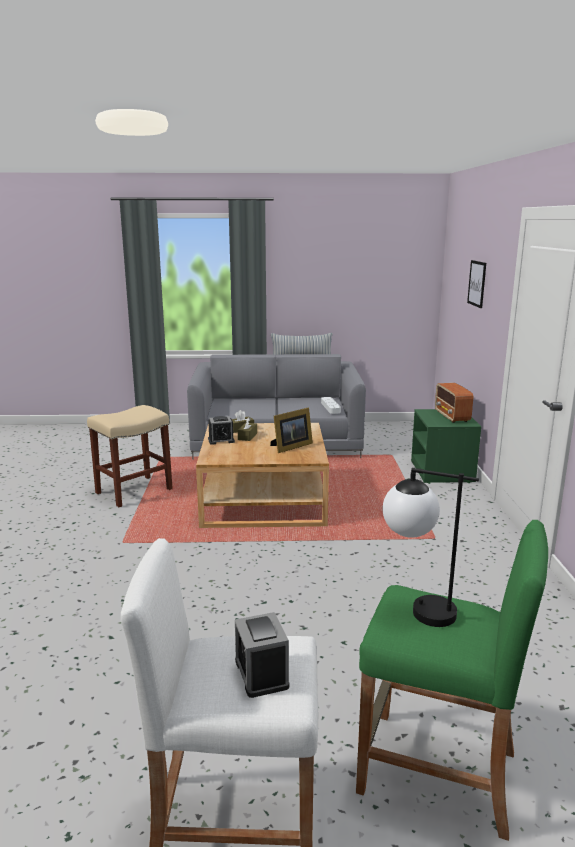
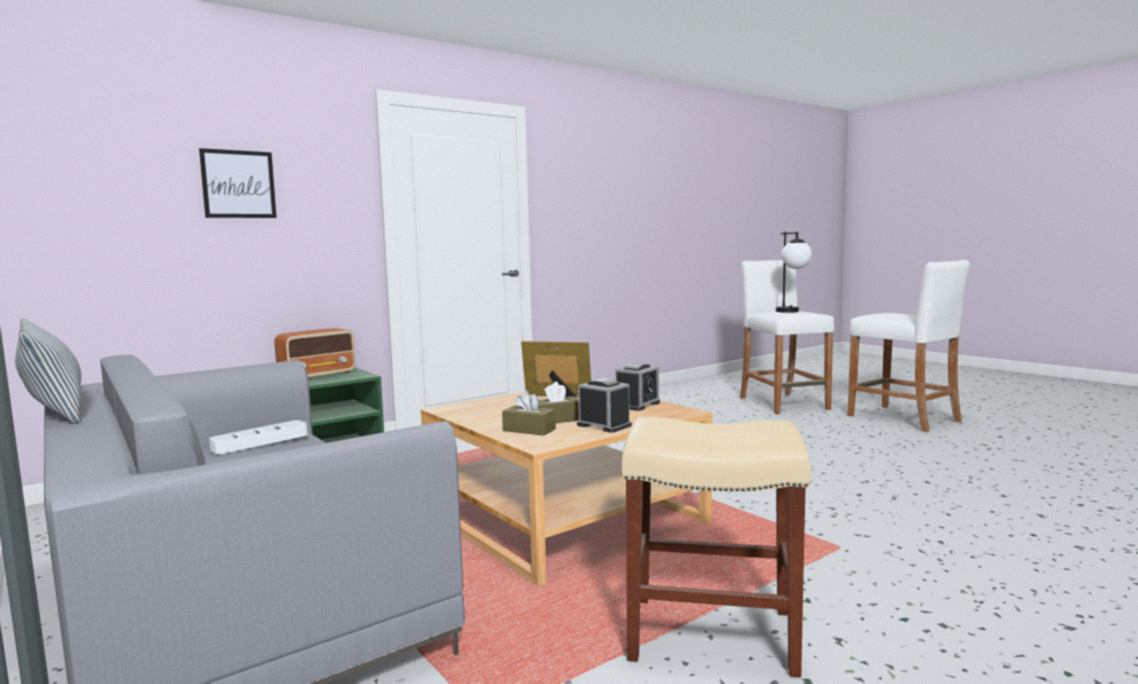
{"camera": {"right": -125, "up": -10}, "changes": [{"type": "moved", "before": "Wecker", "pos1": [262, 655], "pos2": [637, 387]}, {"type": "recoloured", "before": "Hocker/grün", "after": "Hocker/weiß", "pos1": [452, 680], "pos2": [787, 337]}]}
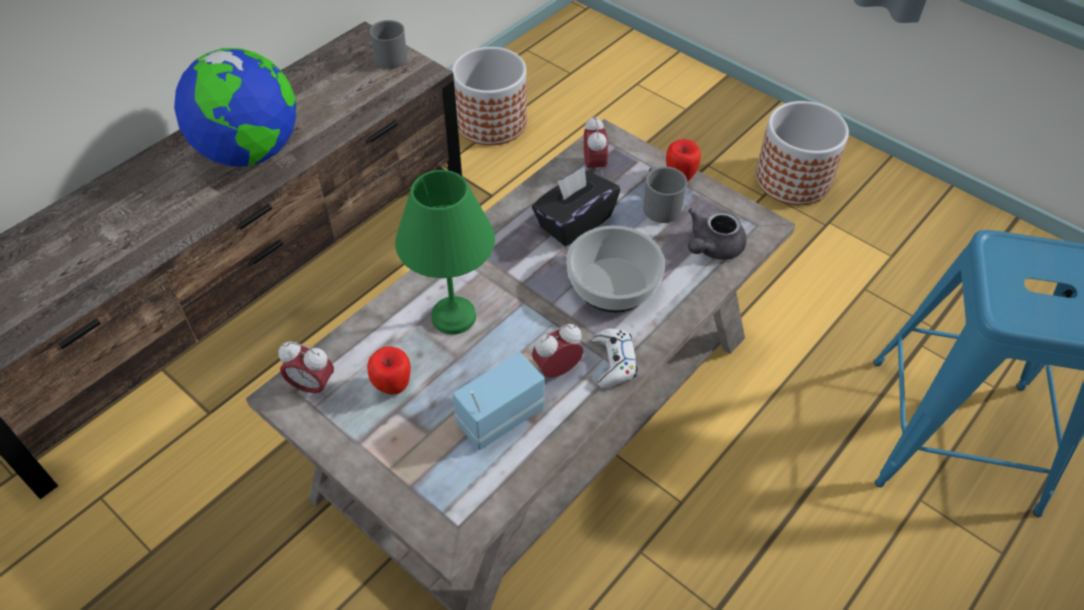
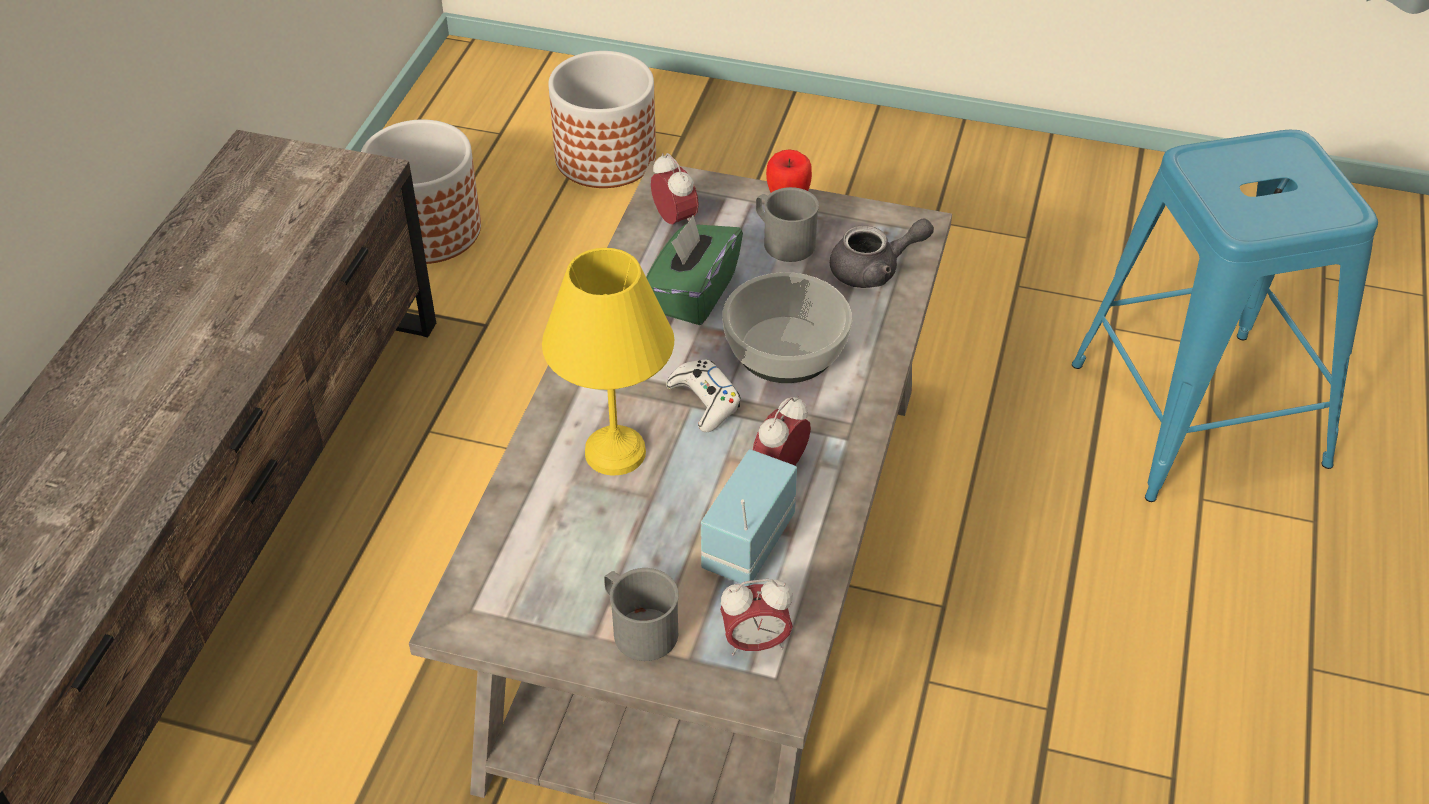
{"camera": {"right": -25, "up": -5}, "changes": [{"type": "removed", "before": "Globus", "pos1": [235, 107]}, {"type": "moved", "before": "Wecker", "pos1": [306, 369], "pos2": [756, 617]}, {"type": "removed", "before": "Apfel", "pos1": [389, 370]}, {"type": "moved", "before": "Henkelbecher/grau", "pos1": [388, 44], "pos2": [641, 614]}, {"type": "recoloured", "before": "Tischlampe/grün", "after": "Tischlampe/gelb", "pos1": [445, 252], "pos2": [608, 362]}, {"type": "recoloured", "before": "Taschentuchbox/schwarz", "after": "Taschentuchbox/grün", "pos1": [576, 206], "pos2": [694, 270]}, {"type": "moved", "before": "Gamepad/weiß", "pos1": [614, 358], "pos2": [703, 396]}, {"type": "turned", "before": "Teekanne/grau", "pos1": [717, 234], "pos2": [882, 253], "turn": -120}, {"type": "moved", "before": "Pflanzkübel", "pos1": [802, 153], "pos2": [602, 119]}]}
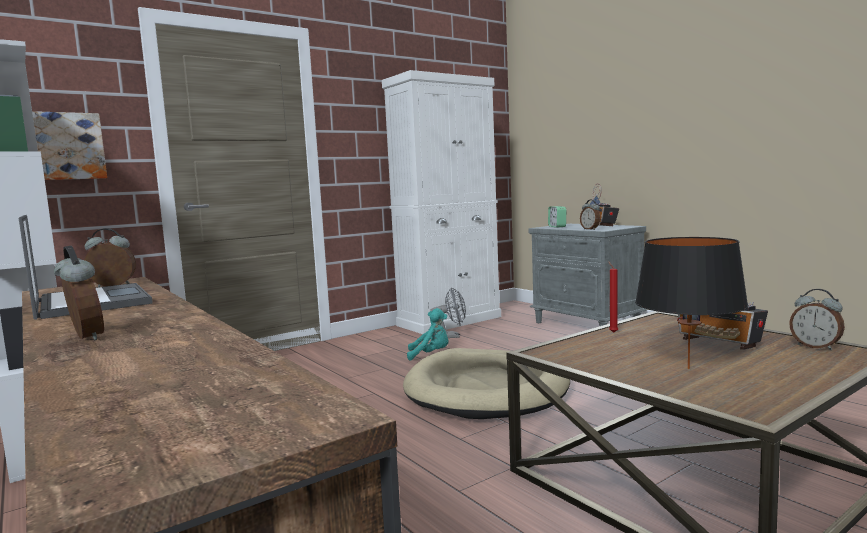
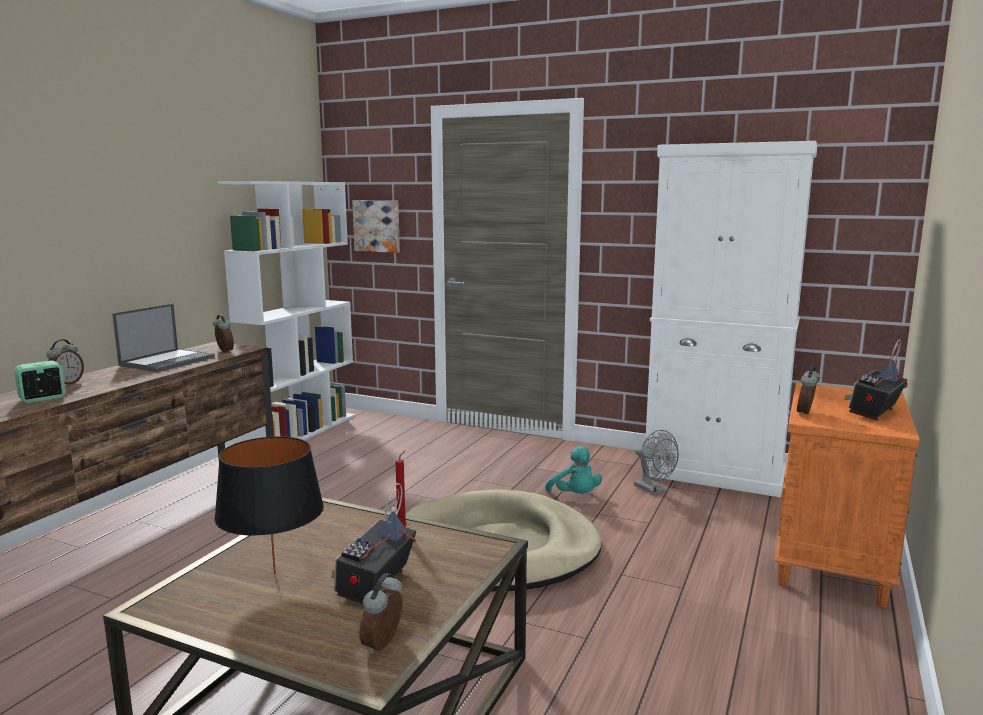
{"camera": {"right": 60, "up": 5}, "changes": [{"type": "recoloured", "before": "Nachttisch/grau", "after": "Nachttisch/orange", "pos1": [587, 275], "pos2": [846, 495]}, {"type": "moved", "before": "Wecker", "pos1": [557, 217], "pos2": [40, 382]}]}
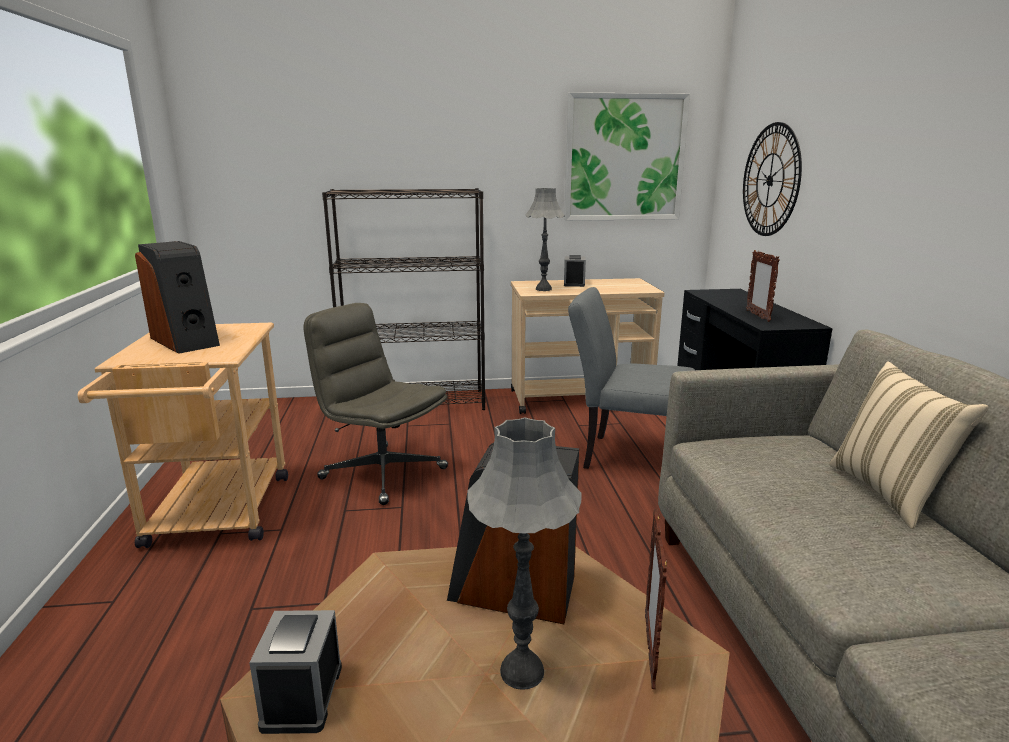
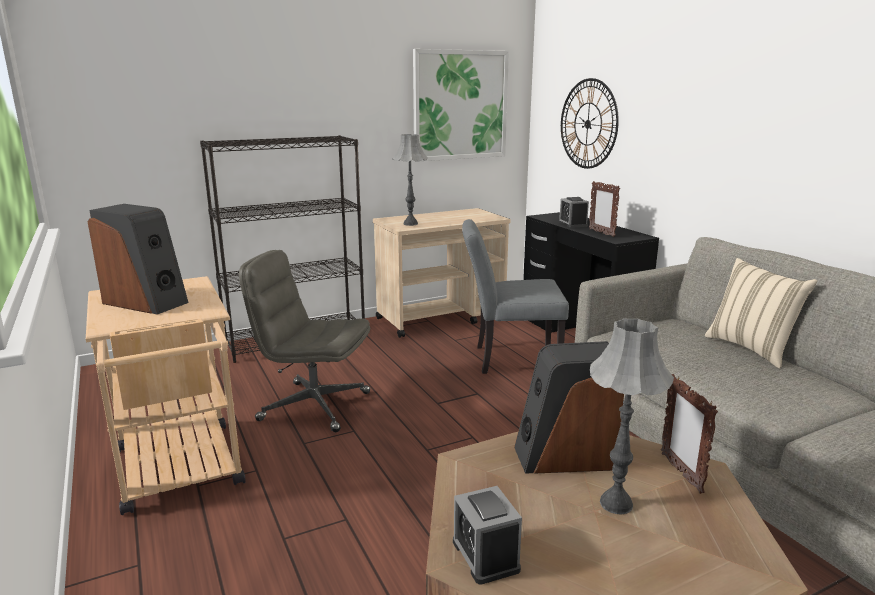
{"camera": {"right": -20, "up": 0}, "changes": [{"type": "moved", "before": "Wecker", "pos1": [575, 271], "pos2": [574, 212]}]}
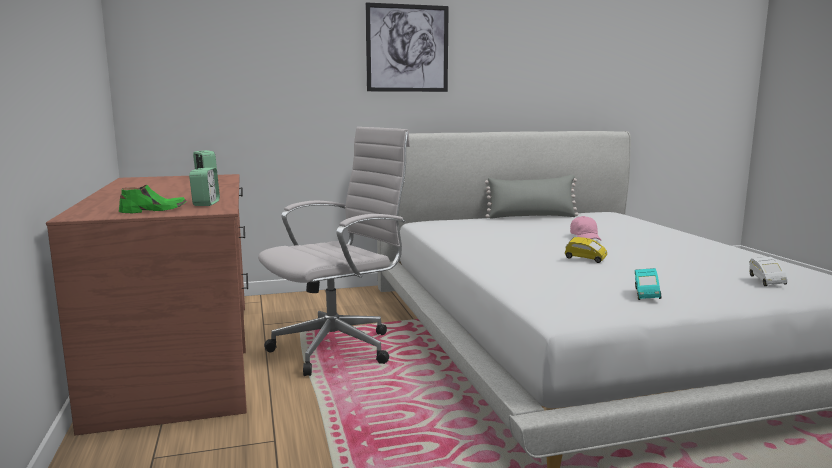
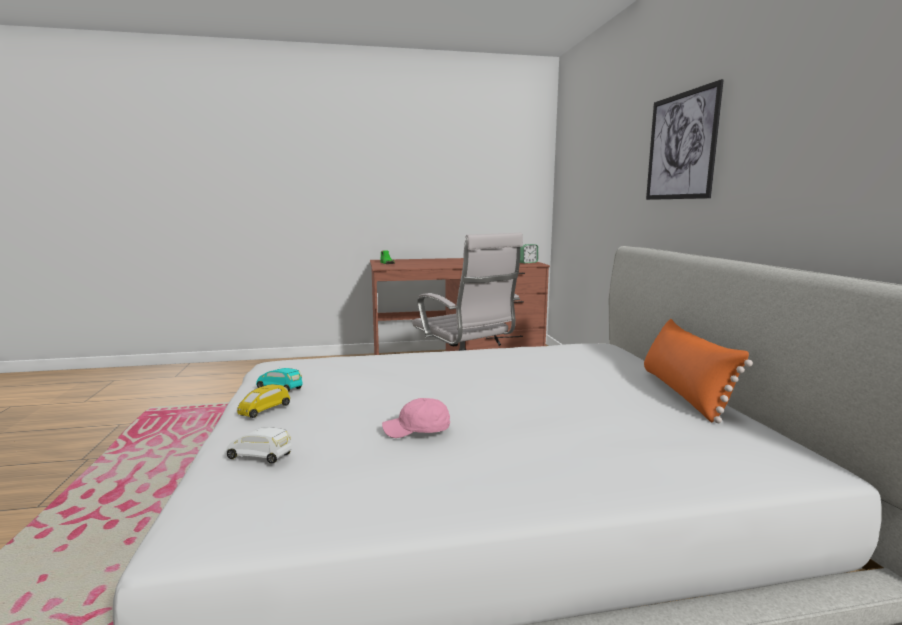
{"camera": {"right": 95, "up": 0}, "changes": [{"type": "removed", "before": "Wecker", "pos1": [204, 187]}, {"type": "recoloured", "before": "Kissen/grau", "after": "Kissen/orange", "pos1": [531, 197], "pos2": [698, 371]}, {"type": "moved", "before": "Spielzeugauto/gelb", "pos1": [586, 250], "pos2": [263, 401]}, {"type": "moved", "before": "Kappe/rosa", "pos1": [585, 228], "pos2": [416, 418]}]}
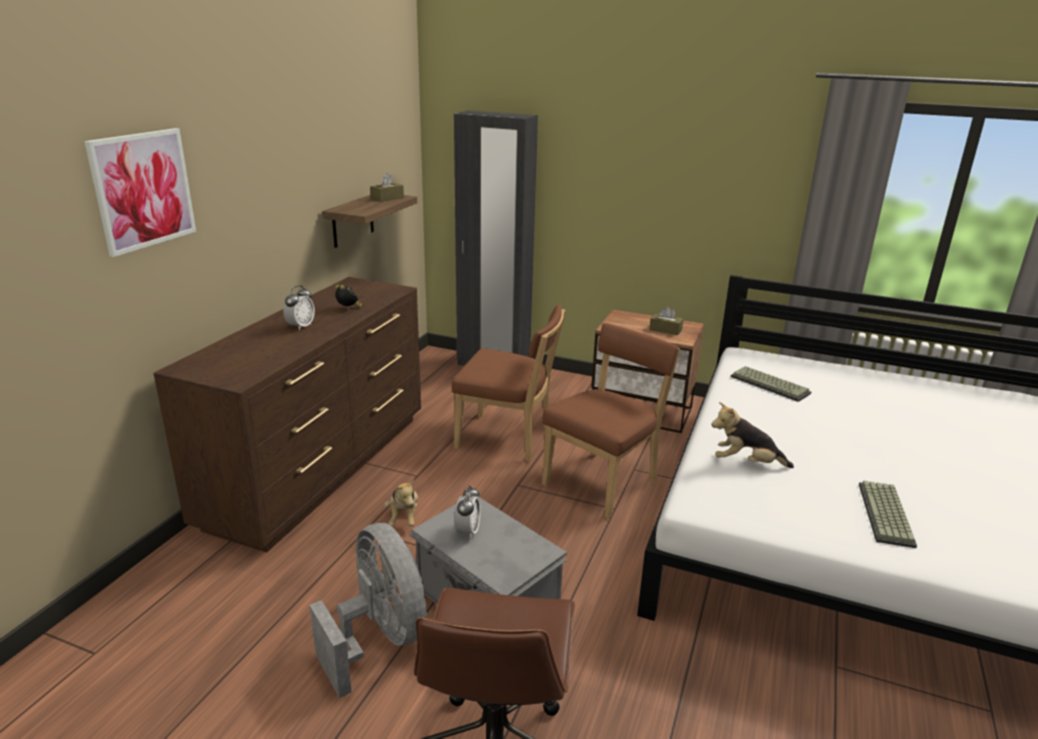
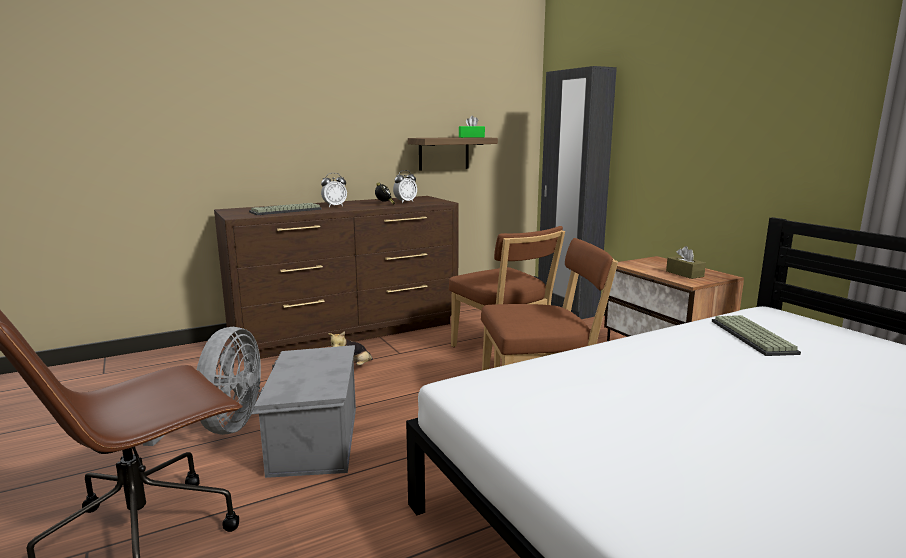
{"camera": {"right": 40, "up": -10}, "changes": [{"type": "removed", "before": "Bild", "pos1": [140, 192]}, {"type": "recoloured", "before": "Taschentuchbox/braun", "after": "Taschentuchbox/grün", "pos1": [387, 187], "pos2": [472, 127]}, {"type": "moved", "before": "Wecker", "pos1": [467, 512], "pos2": [405, 186]}, {"type": "removed", "before": "Plüschtier", "pos1": [753, 435]}, {"type": "moved", "before": "Tastatur", "pos1": [888, 514], "pos2": [285, 209]}]}
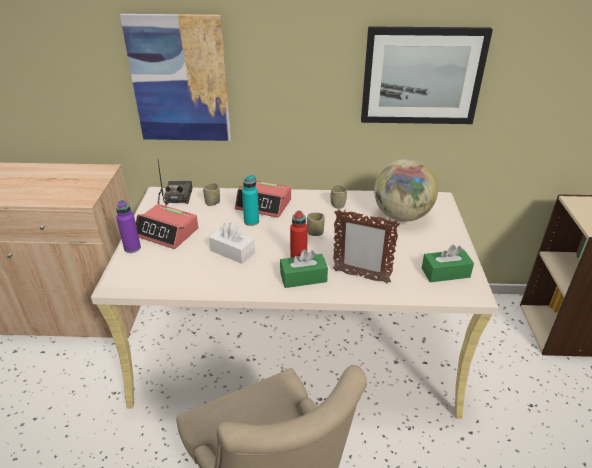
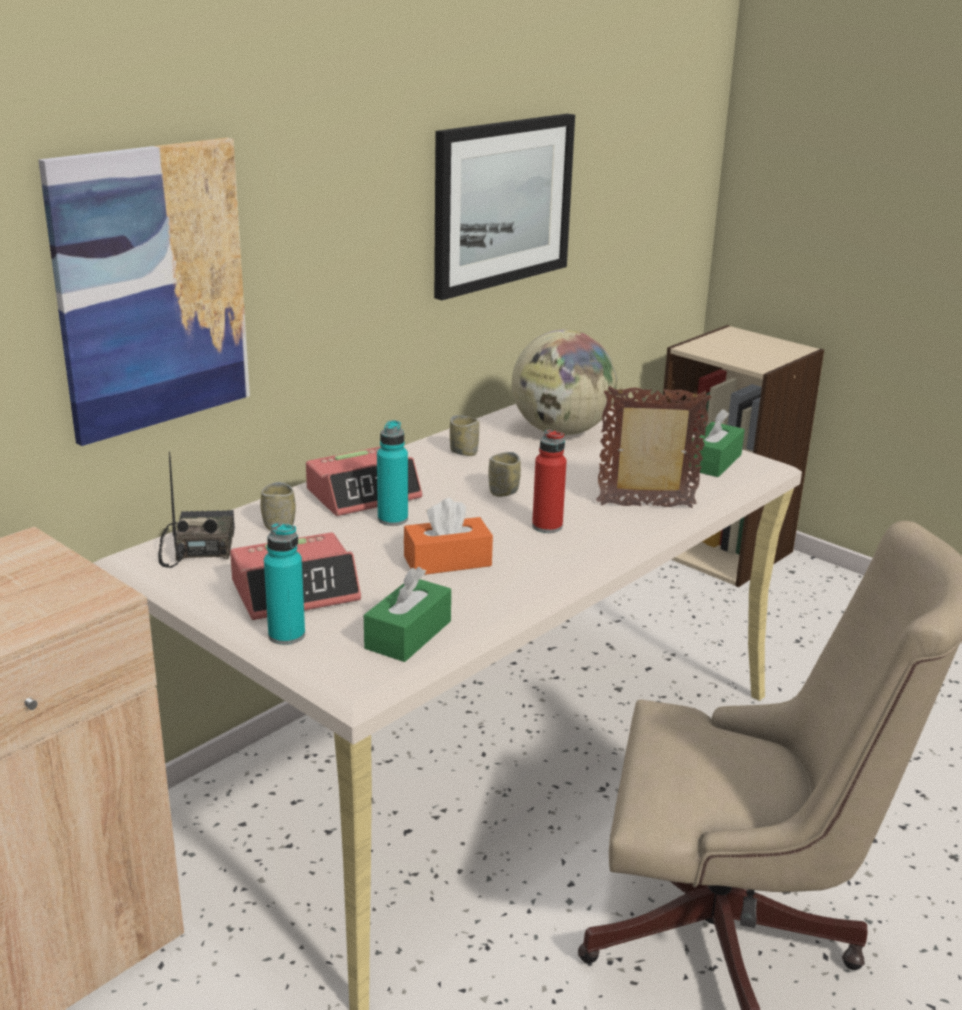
{"camera": {"right": -50, "up": -10}, "changes": [{"type": "recoloured", "before": "Flasche/lila", "after": "Flasche/türkis", "pos1": [128, 226], "pos2": [284, 584]}, {"type": "turned", "before": "Radio", "pos1": [175, 183], "pos2": [196, 509], "turn": 45}, {"type": "recoloured", "before": "Taschentuchbox/weiß", "after": "Taschentuchbox/orange", "pos1": [232, 243], "pos2": [448, 536]}, {"type": "moved", "before": "Taschentuchbox/grün", "pos1": [304, 268], "pos2": [407, 614]}, {"type": "turned", "before": "Bilderrahmen", "pos1": [366, 246], "pos2": [653, 447], "turn": -150}]}
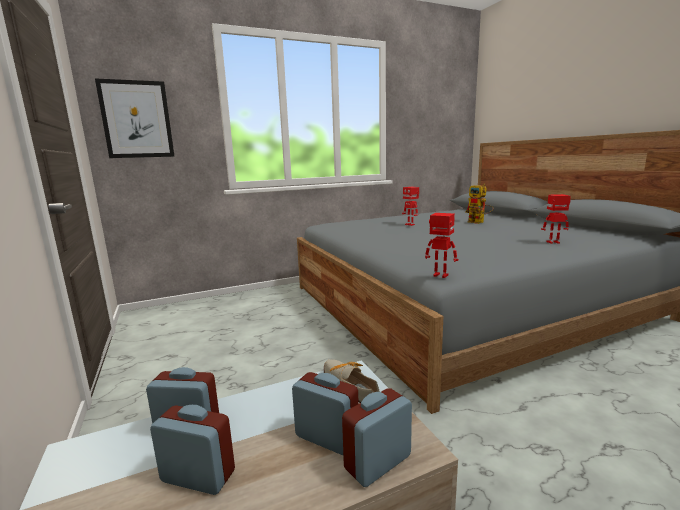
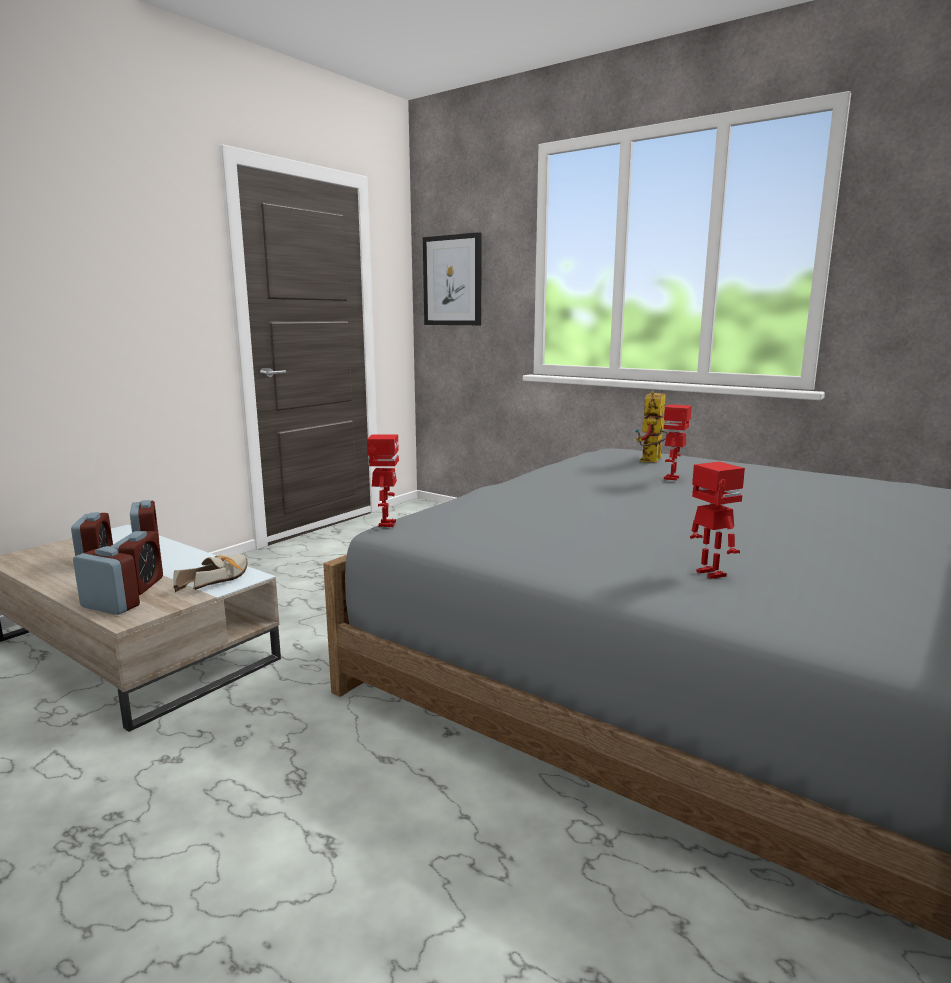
{"camera": {"right": 60, "up": 0}, "changes": [{"type": "moved", "before": "Spielzeugroboter", "pos1": [479, 204], "pos2": [651, 426]}]}
